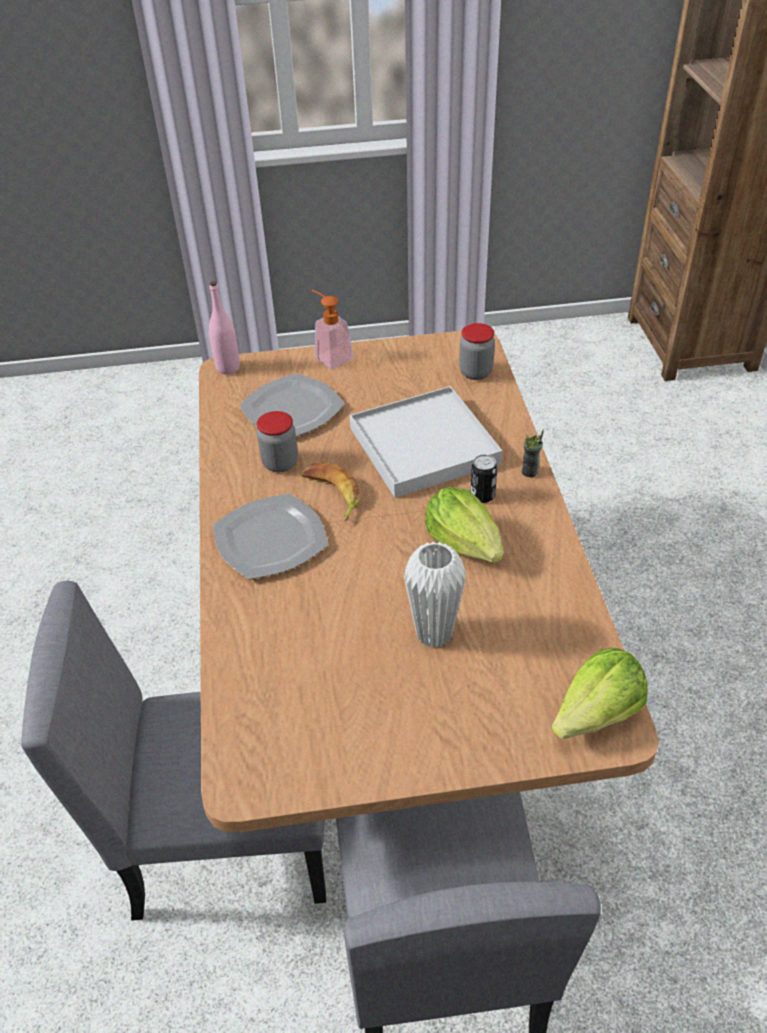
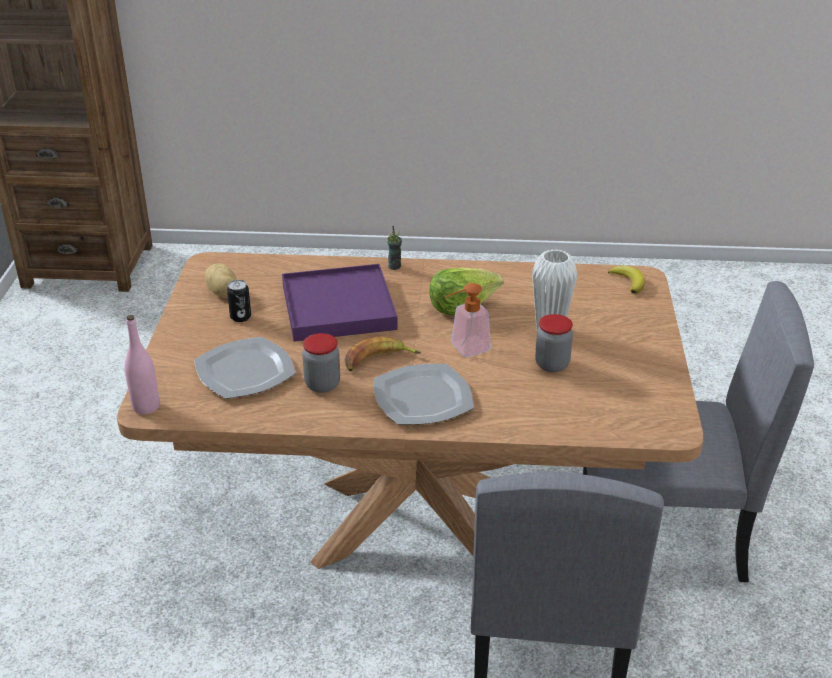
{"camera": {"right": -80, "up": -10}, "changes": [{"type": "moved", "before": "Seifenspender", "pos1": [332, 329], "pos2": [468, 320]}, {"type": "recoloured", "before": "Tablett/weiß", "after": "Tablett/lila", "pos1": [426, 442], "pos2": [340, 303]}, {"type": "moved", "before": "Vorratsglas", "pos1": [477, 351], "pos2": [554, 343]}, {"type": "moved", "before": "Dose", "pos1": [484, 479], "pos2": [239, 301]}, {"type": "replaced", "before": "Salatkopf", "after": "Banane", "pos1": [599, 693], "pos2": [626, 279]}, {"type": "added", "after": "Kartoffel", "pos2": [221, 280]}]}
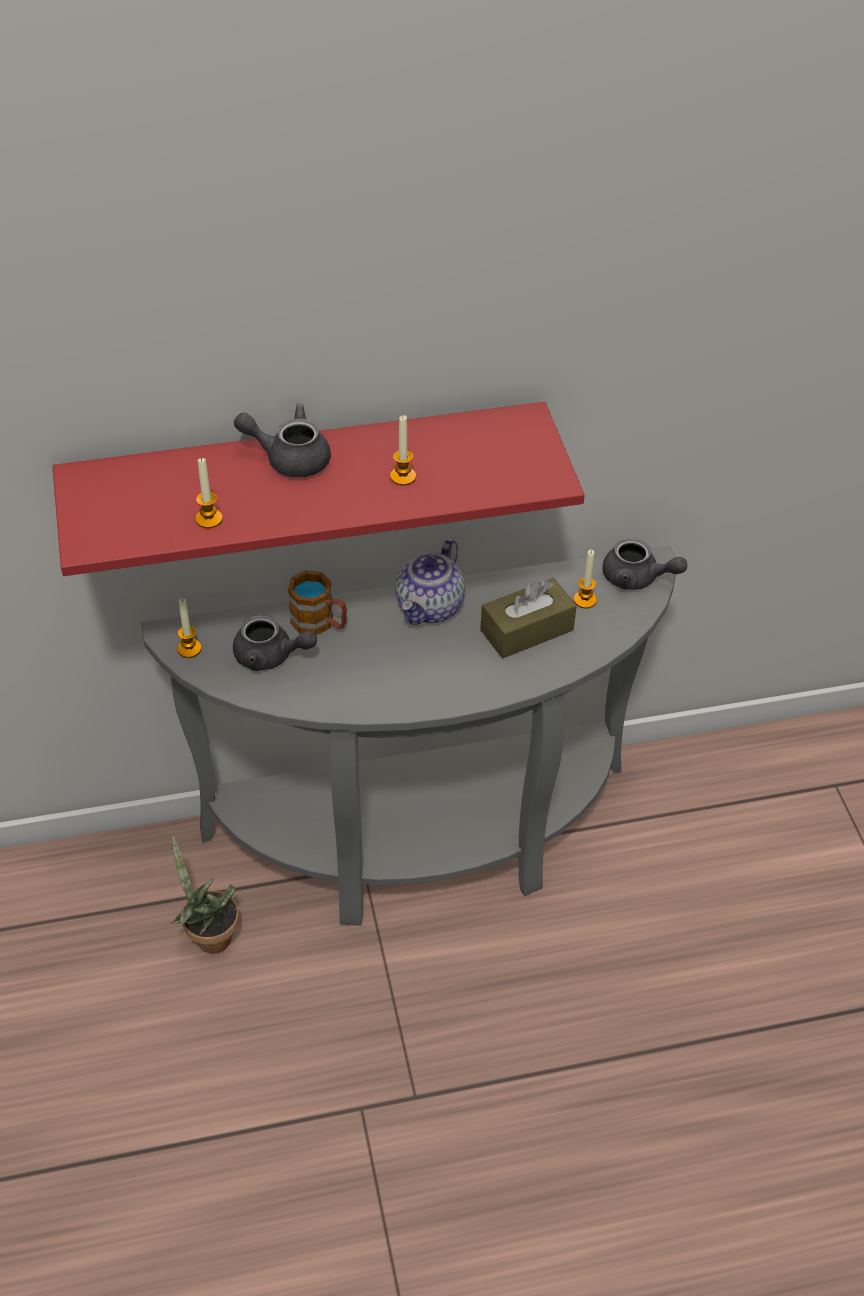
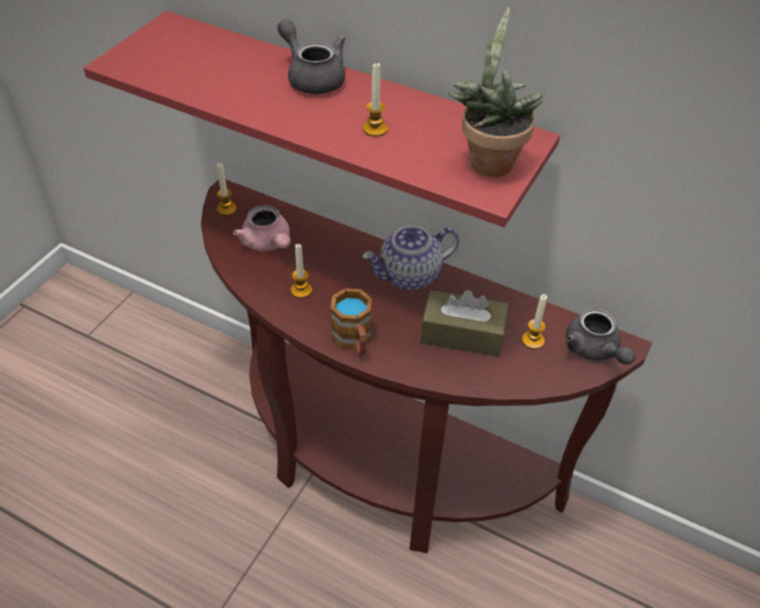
{"camera": {"right": 40, "up": 0}, "changes": [{"type": "recoloured", "before": "Konsolentisch/grau", "after": "Konsolentisch/braun", "pos1": [408, 736], "pos2": [426, 366]}, {"type": "moved", "before": "Topfpflanze", "pos1": [204, 895], "pos2": [496, 92]}, {"type": "moved", "before": "Kerze", "pos1": [209, 492], "pos2": [301, 271]}, {"type": "recoloured", "before": "Teekanne/grau", "after": "Teekanne/rosa", "pos1": [275, 643], "pos2": [262, 228]}, {"type": "moved", "before": "Henkelbecher", "pos1": [317, 602], "pos2": [351, 321]}]}
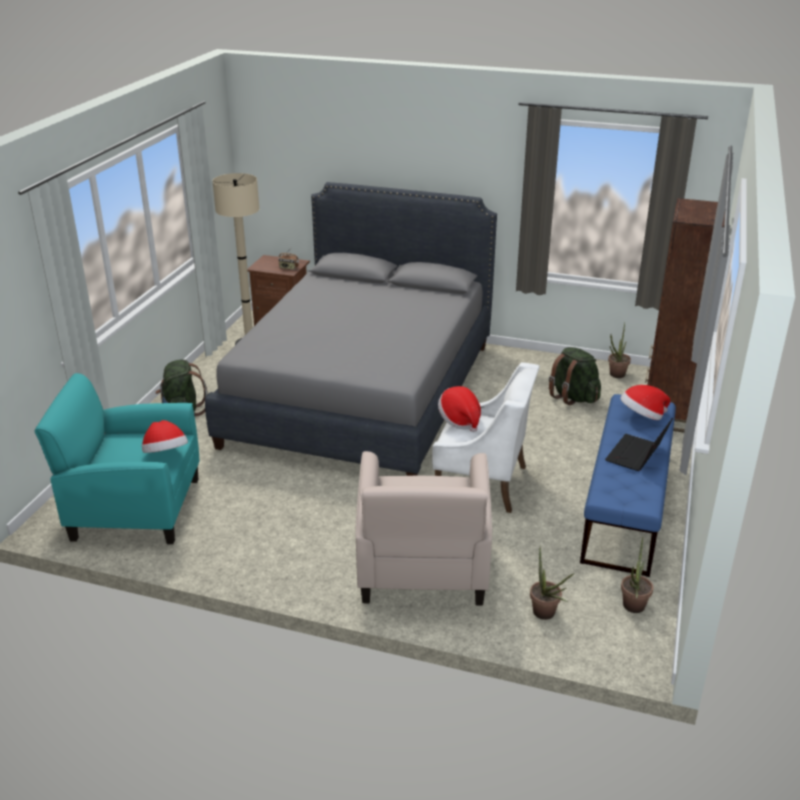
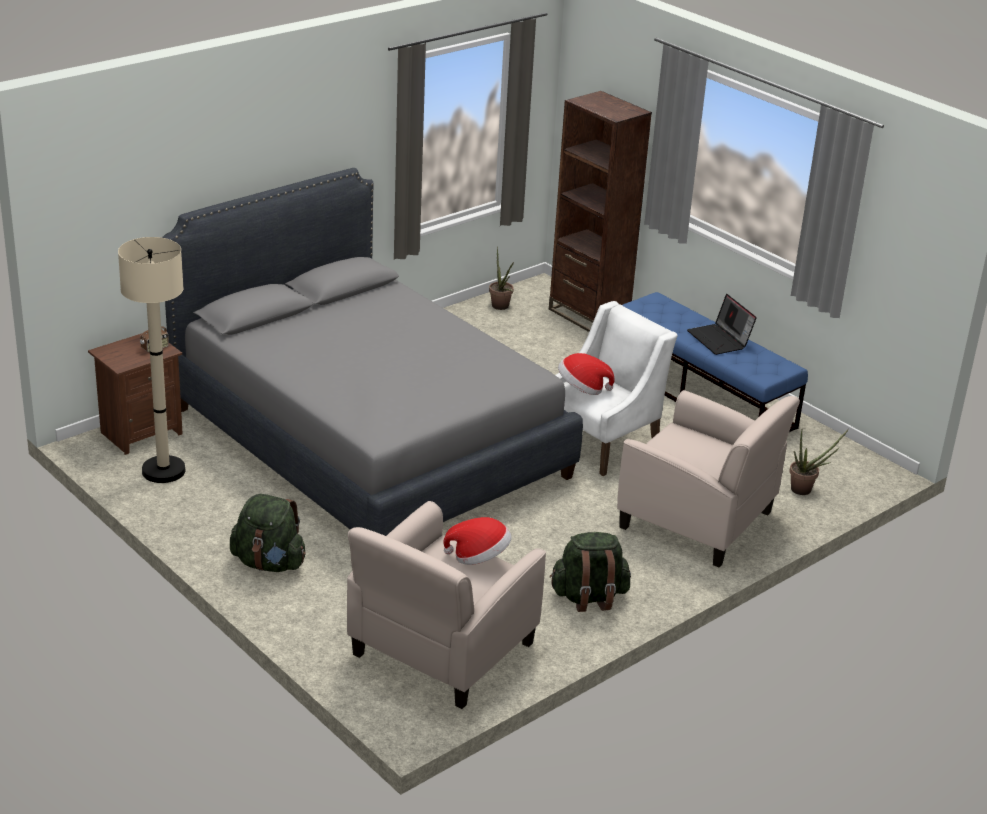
{"camera": {"right": -60, "up": 0}, "changes": [{"type": "recoloured", "before": "Sessel/türkis", "after": "Sessel/beige", "pos1": [117, 458], "pos2": [446, 605]}, {"type": "moved", "before": "Rucksack/grün", "pos1": [575, 376], "pos2": [590, 572]}, {"type": "removed", "before": "Hut", "pos1": [645, 402]}, {"type": "removed", "before": "Topfpflanze", "pos1": [637, 575]}]}
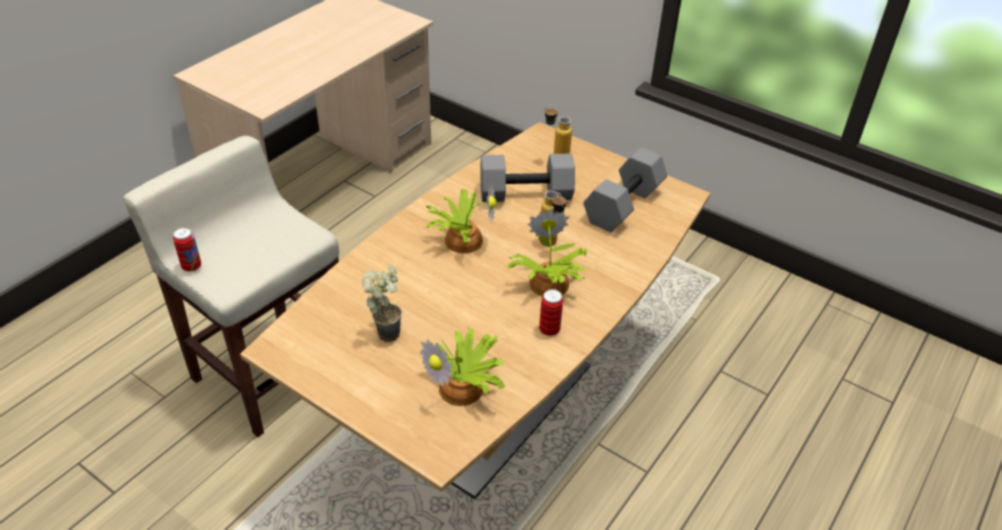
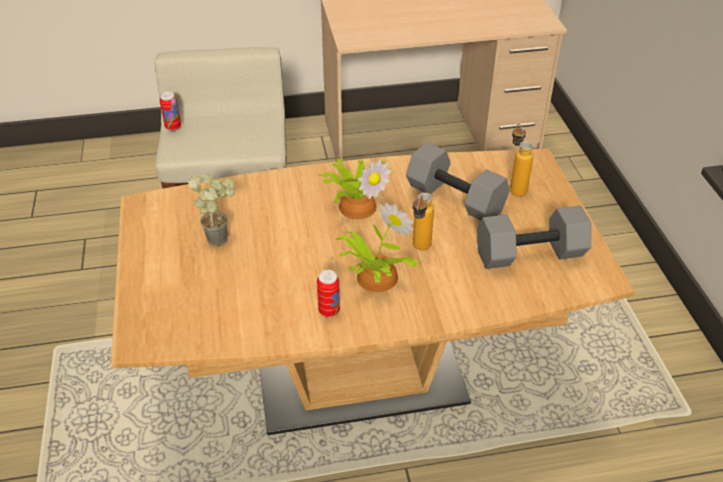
{"camera": {"right": 45, "up": 0}, "changes": [{"type": "removed", "before": "Topfpflanze", "pos1": [462, 367]}]}
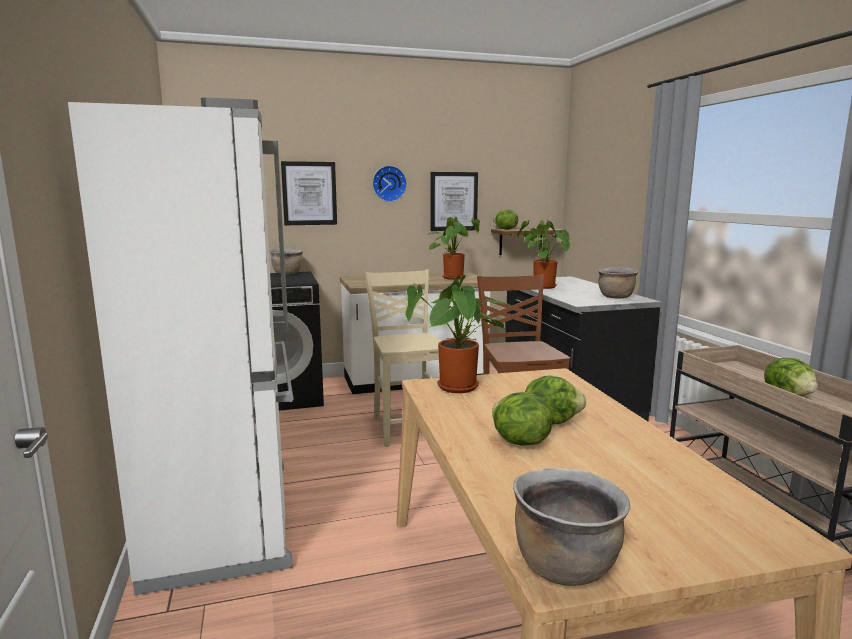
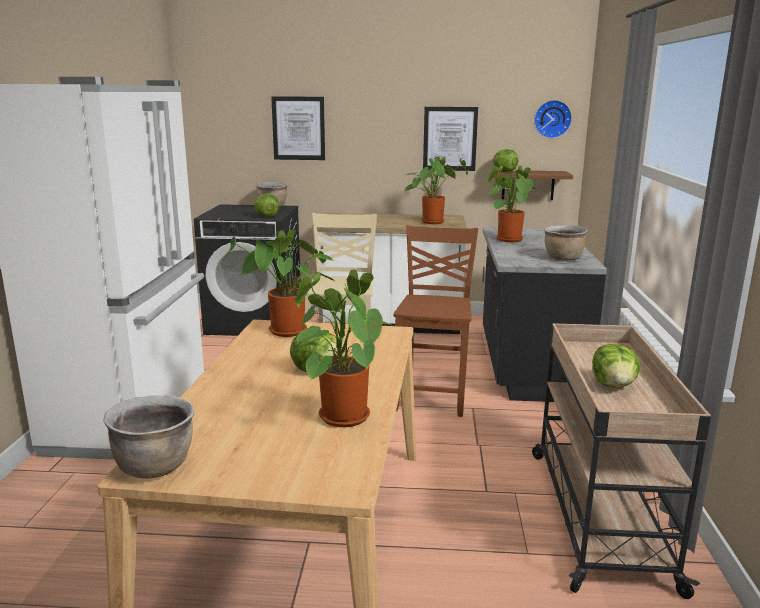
{"camera": {"right": 20, "up": 5}, "changes": [{"type": "moved", "before": "Wanduhr", "pos1": [389, 184], "pos2": [553, 119]}, {"type": "moved", "before": "Salatkopf", "pos1": [522, 419], "pos2": [266, 205]}, {"type": "added", "after": "Topfpflanze", "pos2": [344, 348]}]}
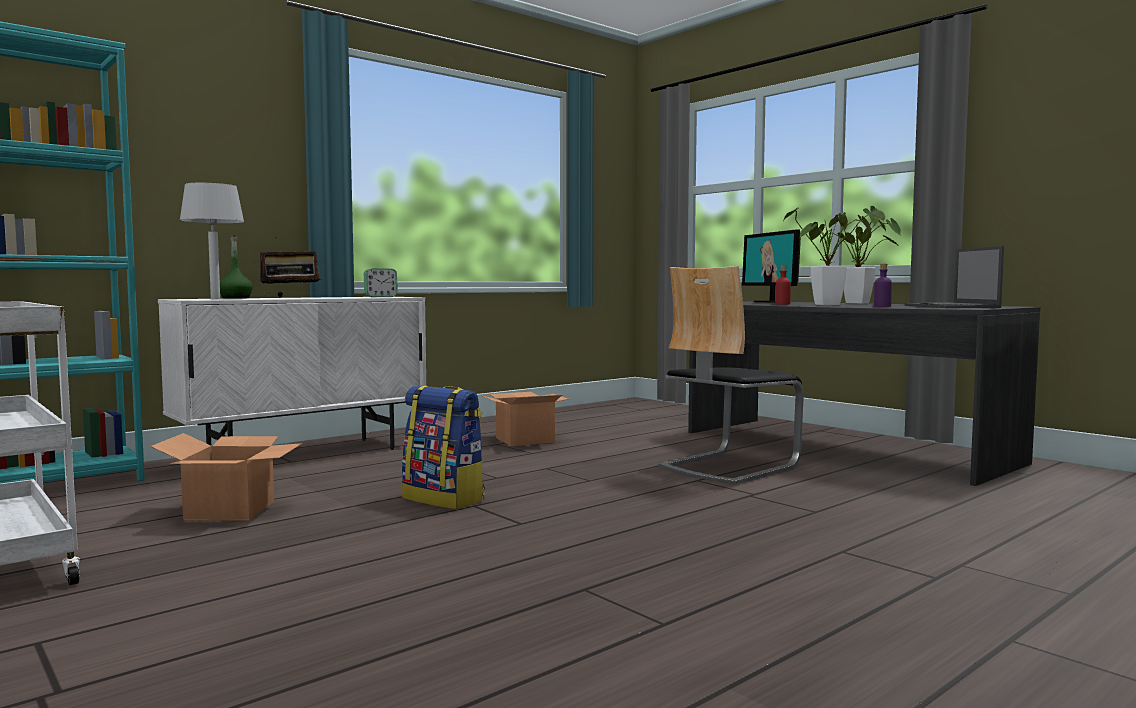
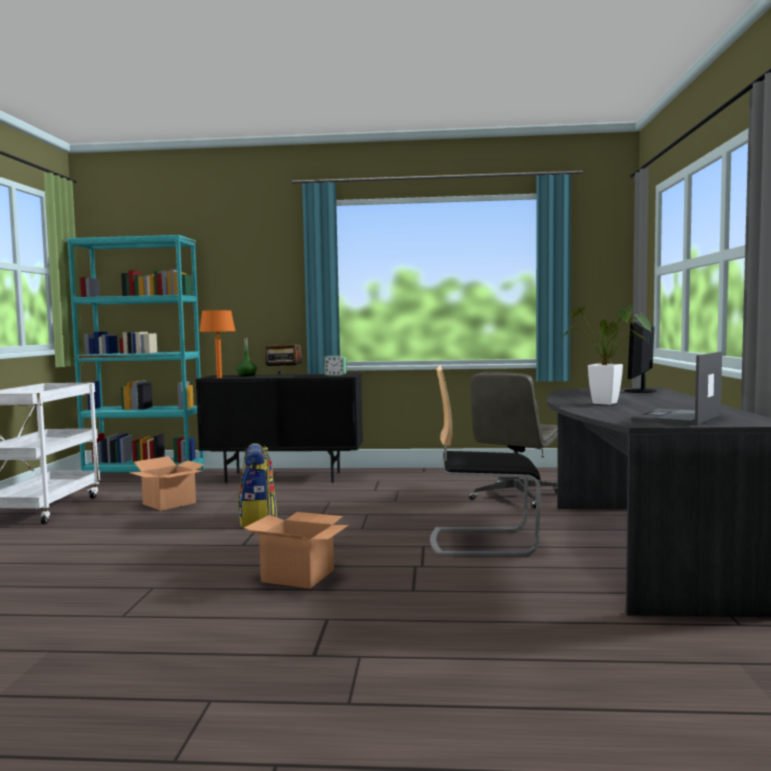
{"camera": {"right": 45, "up": 0}, "changes": [{"type": "recoloured", "before": "Schrank/weiß", "after": "Schrank/schwarz", "pos1": [292, 373], "pos2": [279, 428]}, {"type": "recoloured", "before": "Tischlampe/grau", "after": "Tischlampe/orange", "pos1": [212, 241], "pos2": [217, 344]}, {"type": "moved", "before": "Karton", "pos1": [526, 419], "pos2": [296, 550]}, {"type": "removed", "before": "Flasche/rot", "pos1": [783, 285]}, {"type": "removed", "before": "Topfpflanze", "pos1": [860, 257]}, {"type": "removed", "before": "Flasche/lila", "pos1": [883, 285]}, {"type": "added", "after": "Bürostuhl/grau", "pos2": [513, 440]}]}
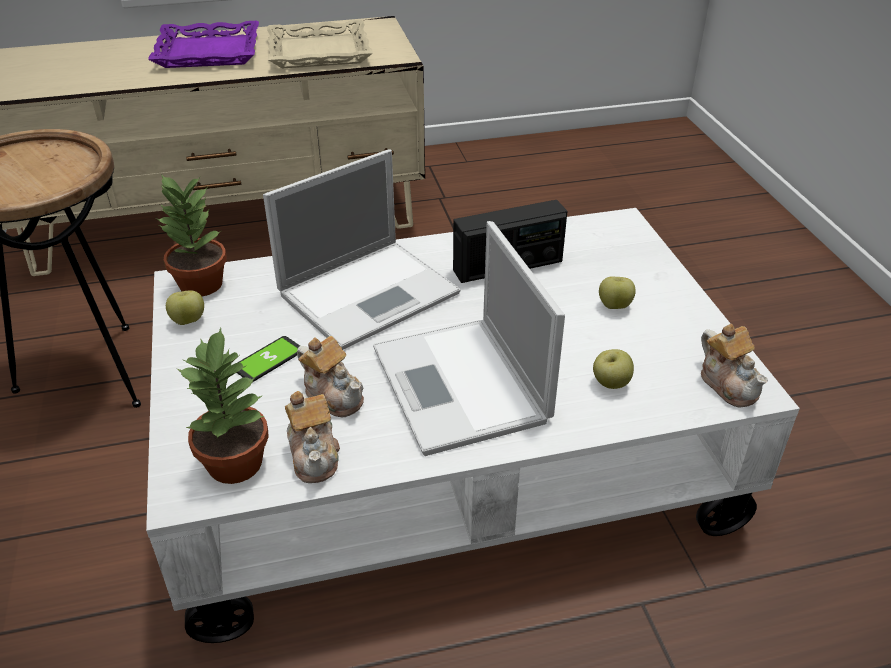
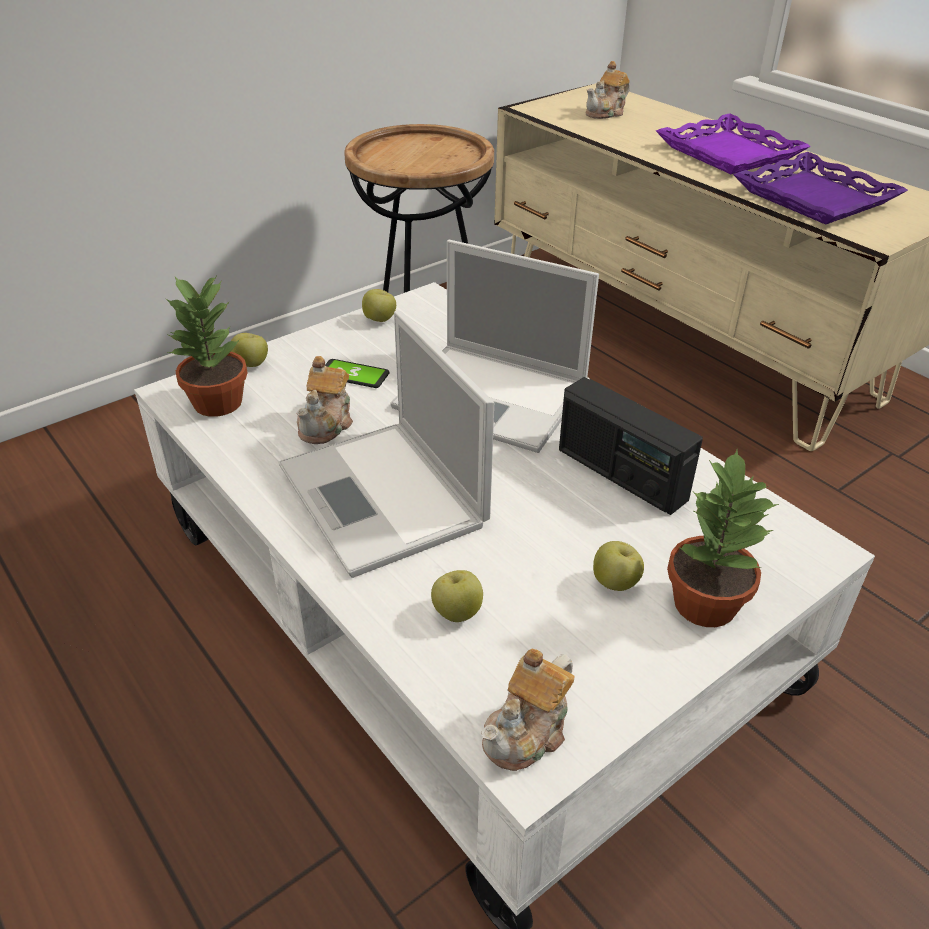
{"camera": {"right": 65, "up": 0}, "changes": [{"type": "moved", "before": "Topfpflanze", "pos1": [191, 235], "pos2": [723, 538]}, {"type": "recoloured", "before": "Tablett/beige", "after": "Tablett/lila", "pos1": [320, 44], "pos2": [820, 188]}, {"type": "moved", "before": "Teekanne", "pos1": [312, 437], "pos2": [608, 90]}, {"type": "turned", "before": "Laptop", "pos1": [469, 338], "pos2": [386, 444], "turn": -75}, {"type": "added", "after": "Apfel", "pos2": [249, 350]}]}
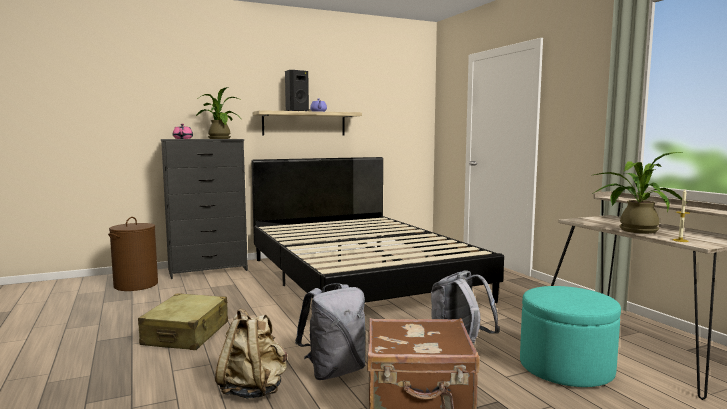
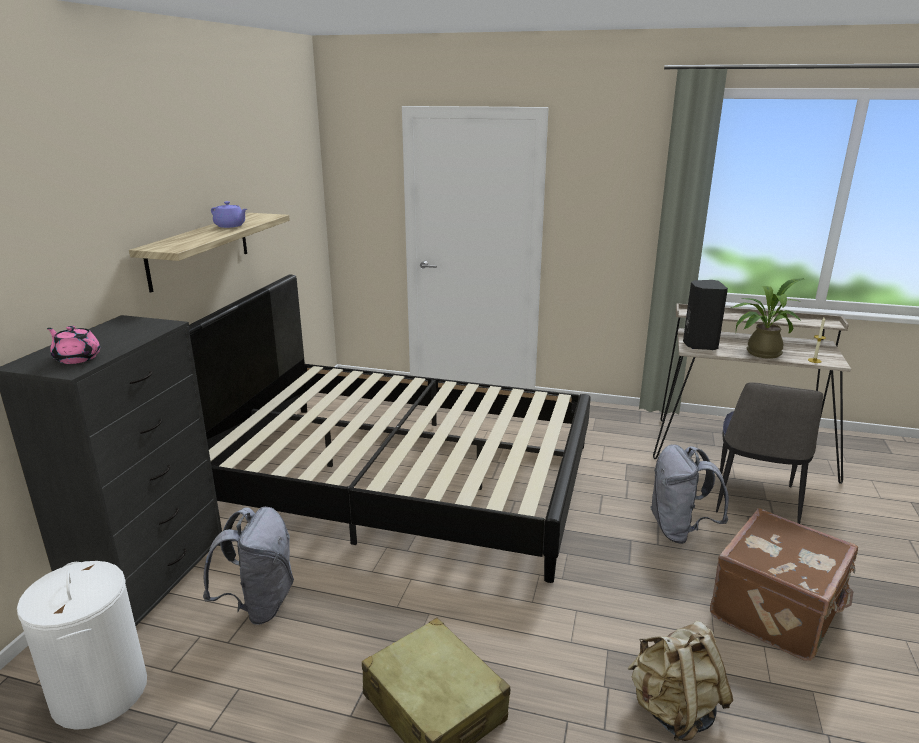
{"camera": {"right": -50, "up": 15}, "changes": [{"type": "recoloured", "before": "Wäschekorb/braun", "after": "Wäschekorb/weiß", "pos1": [133, 254], "pos2": [82, 645]}, {"type": "removed", "before": "Topfpflanze", "pos1": [219, 113]}, {"type": "moved", "before": "Lautsprecher/schwarz", "pos1": [297, 90], "pos2": [705, 315]}, {"type": "moved", "before": "Rucksack/grau", "pos1": [330, 331], "pos2": [248, 566]}, {"type": "replaced", "before": "Polsterhocker/türkis", "after": "Stuhl", "pos1": [570, 336], "pos2": [769, 453]}]}
